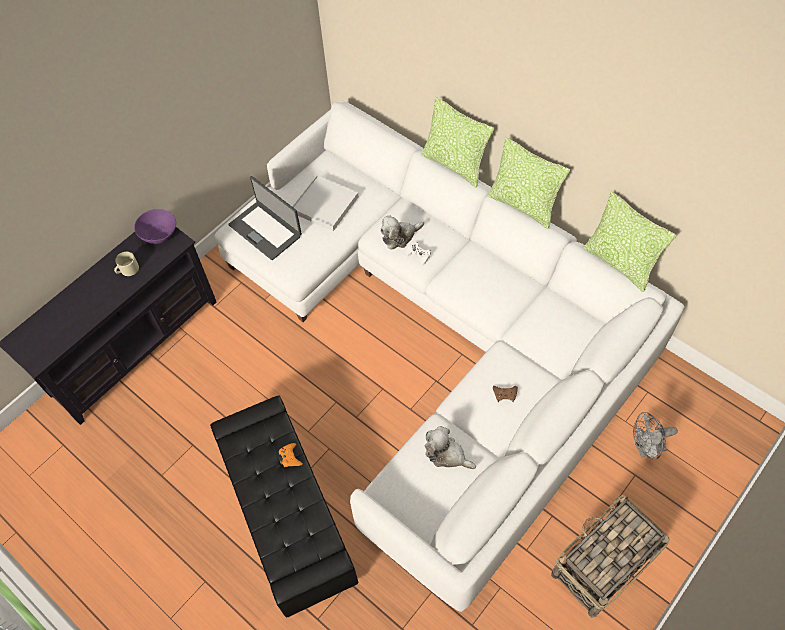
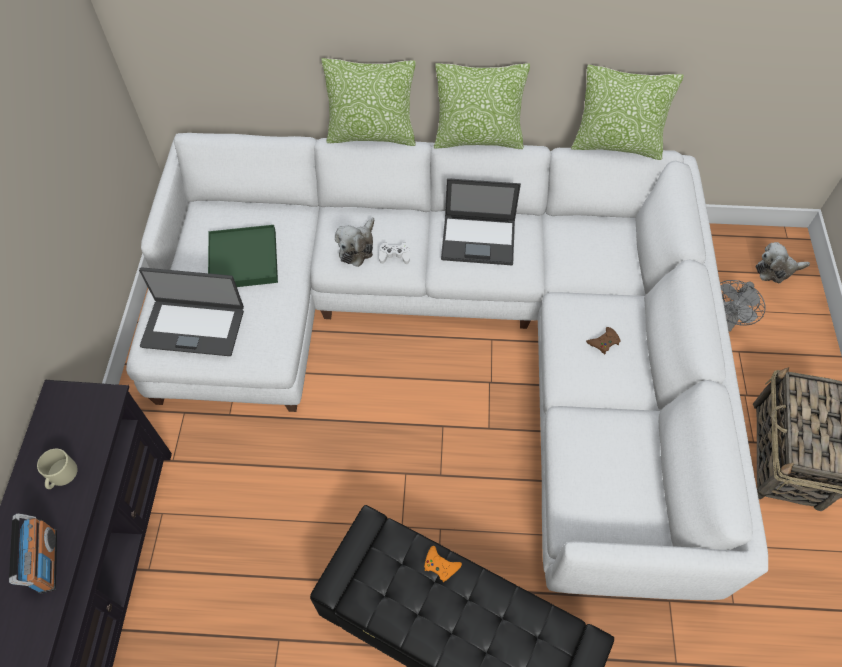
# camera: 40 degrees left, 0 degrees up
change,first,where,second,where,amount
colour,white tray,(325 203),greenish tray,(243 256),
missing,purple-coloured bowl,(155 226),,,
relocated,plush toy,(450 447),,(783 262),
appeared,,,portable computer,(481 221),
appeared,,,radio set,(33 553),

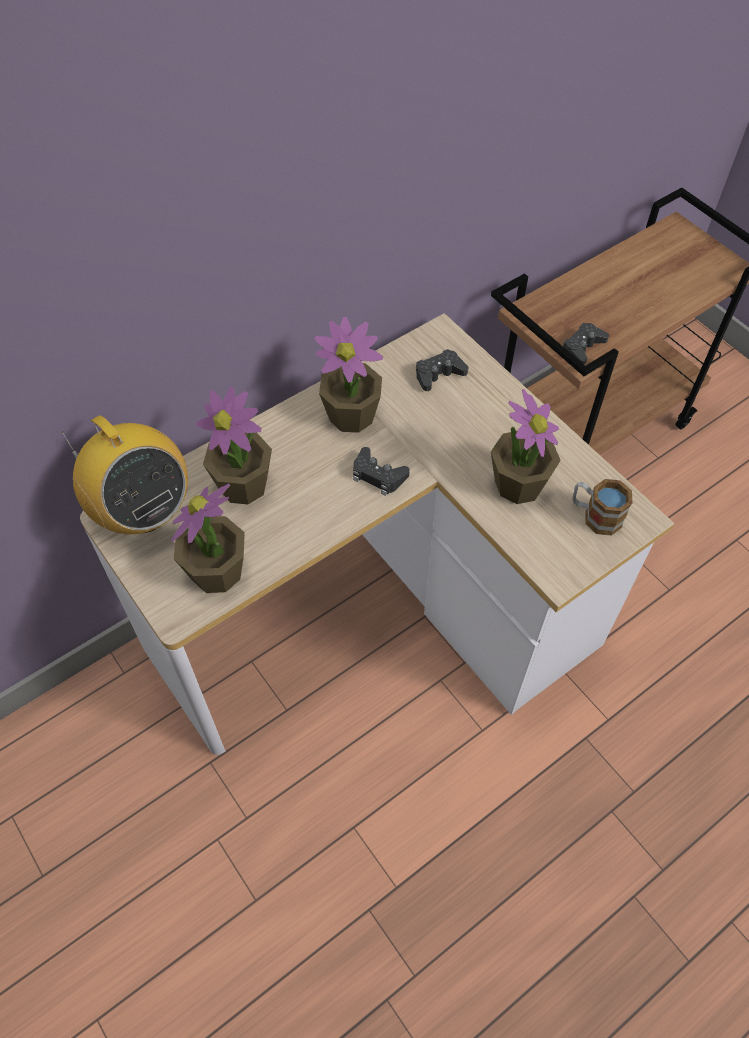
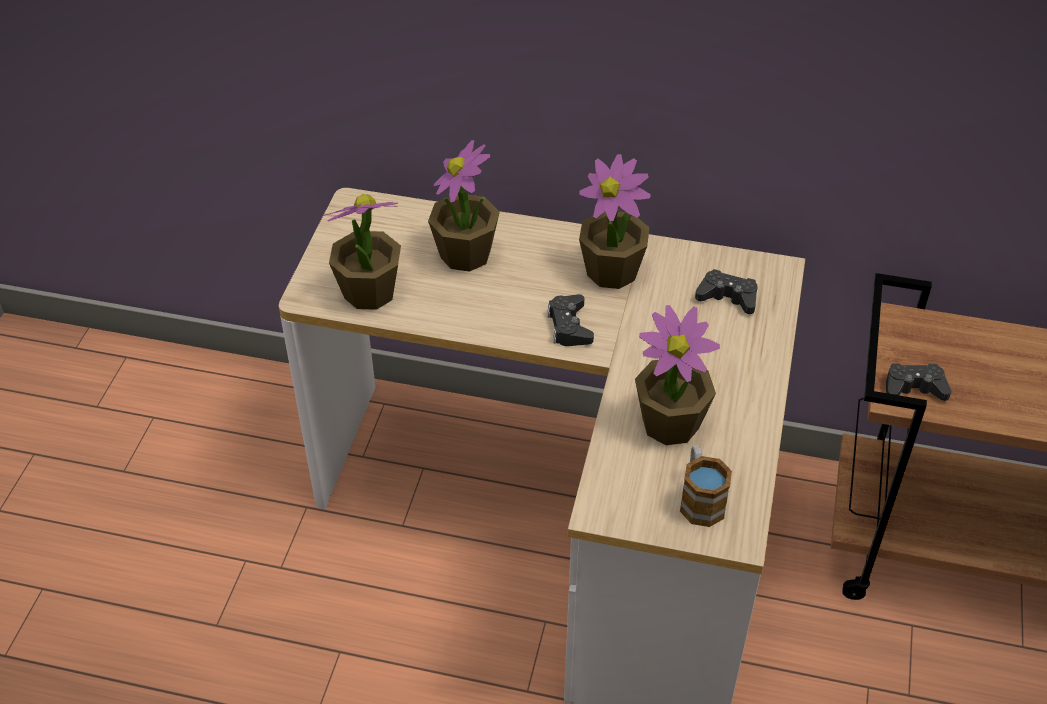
# camera: 50 degrees right, 10 degrees down
change,first,where,second,where,amount
missing,radio set,(124 474),,,

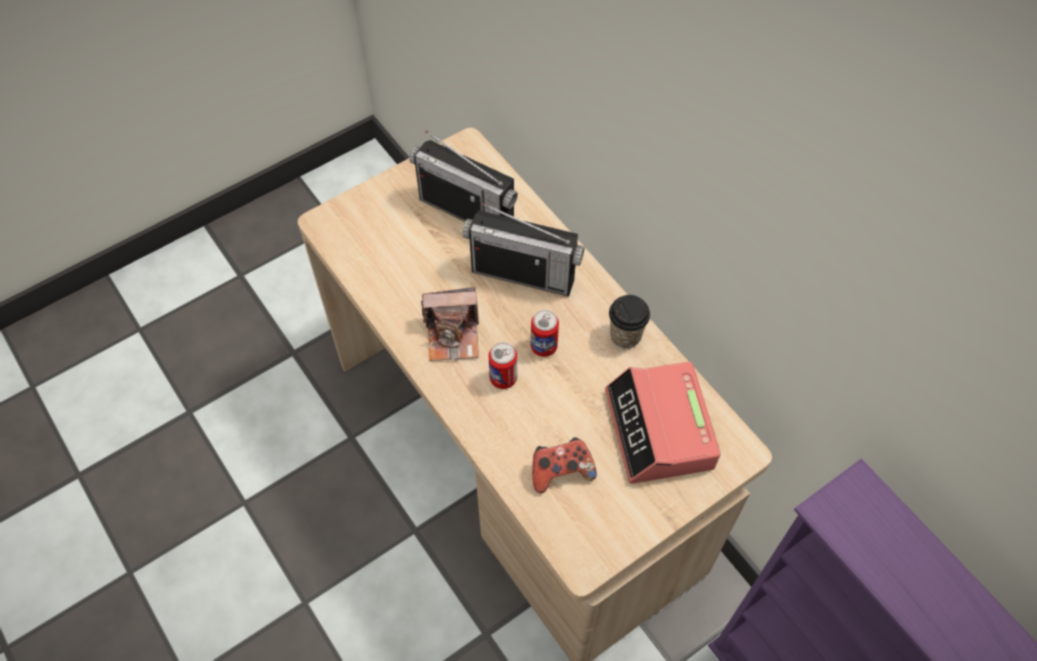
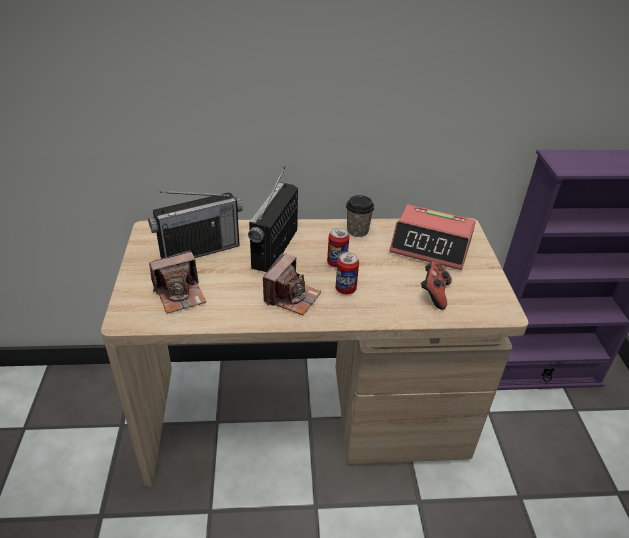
# camera: 60 degrees left, 20 degrees down
change,first,where,second,where,amount
spun,radio set,(523 250),,(273 219),150 degrees clockwise
appeared,,,photo camera,(177 282),

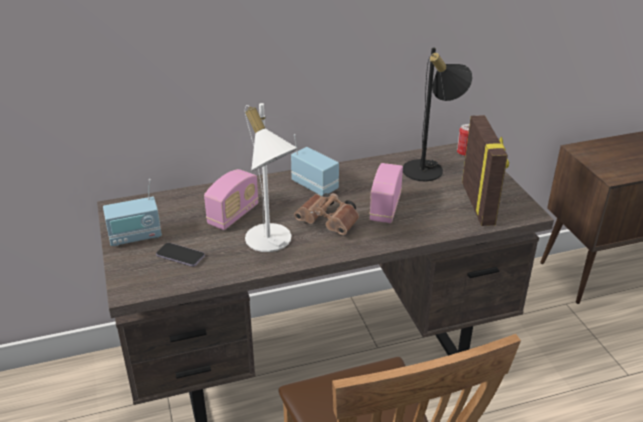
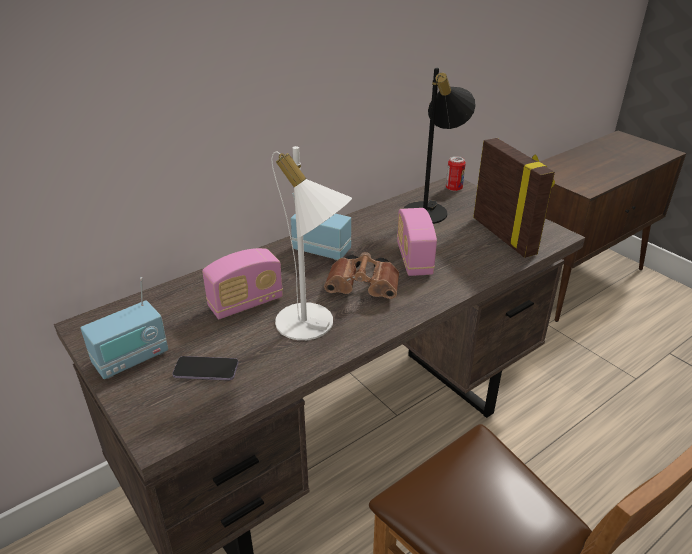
# camera: 20 degrees left, 0 degrees up
change,first,where,second,where,amount
spun,radio set,(231 199),,(242 283),45 degrees clockwise

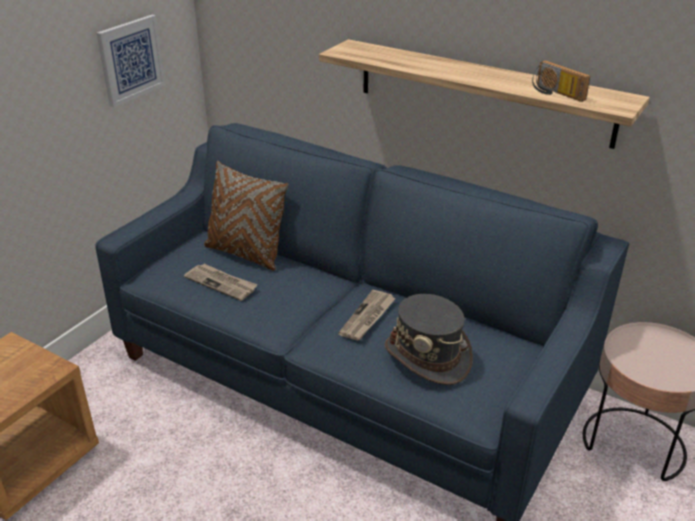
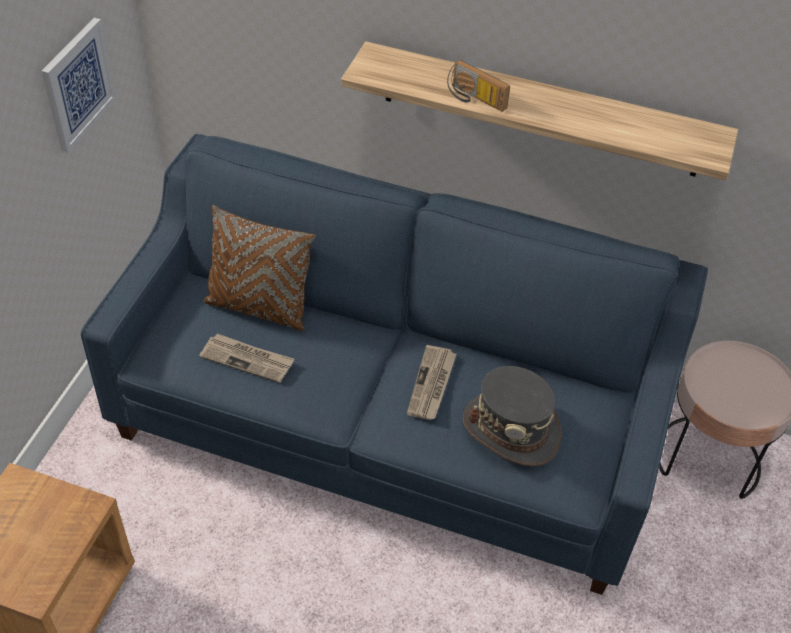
# camera: 15 degrees left, 15 degrees up
change,first,where,second,where,amount
relocated,radio set,(561 81),,(478 86),

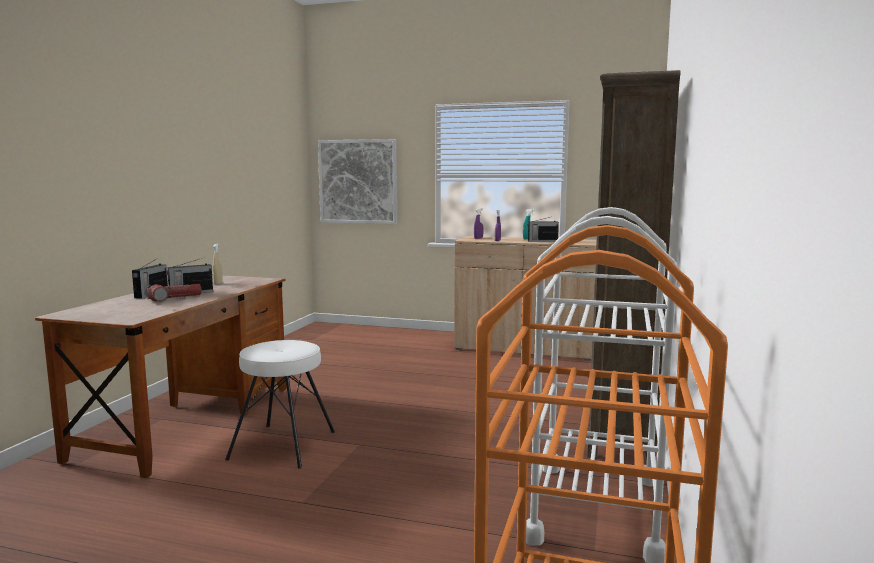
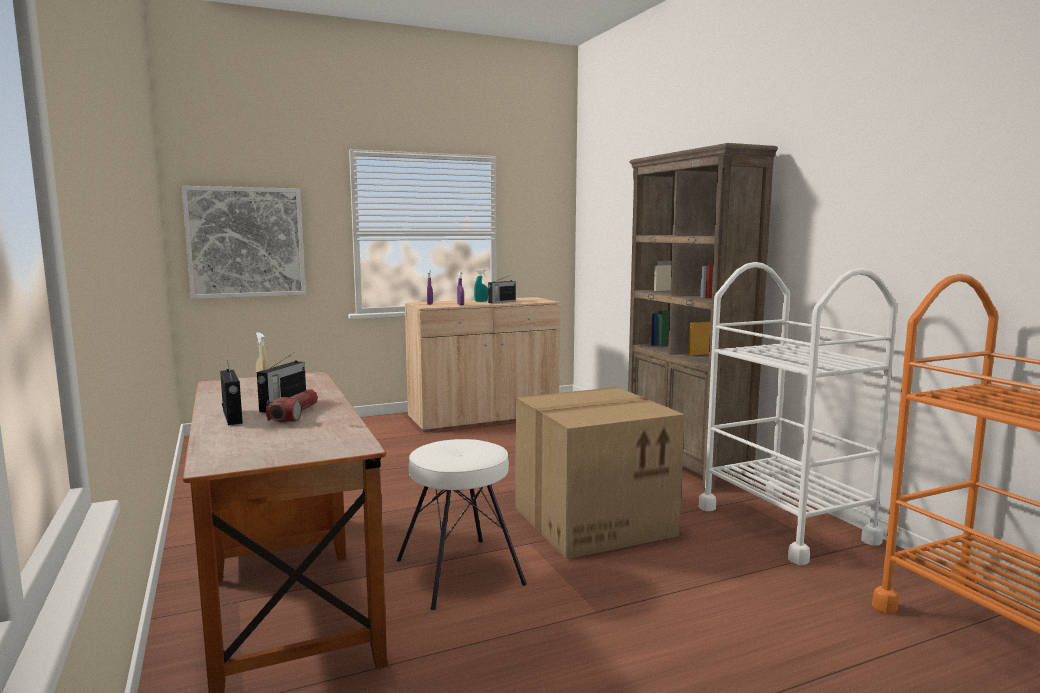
# camera: 40 degrees left, 0 degrees up
change,first,where,second,where,amount
appeared,,,cardboard box,(600 473),

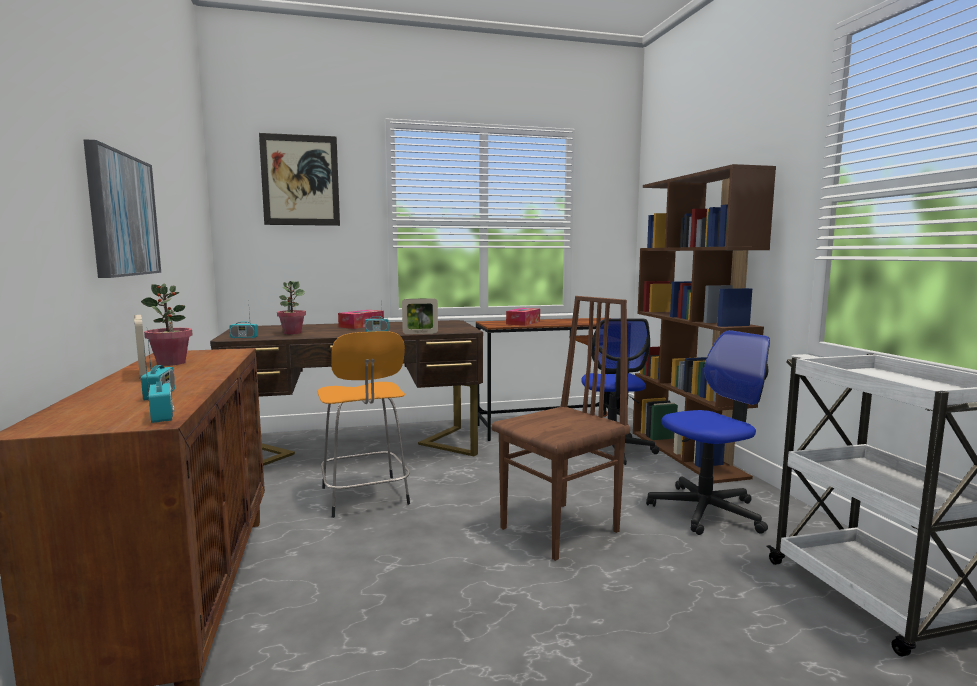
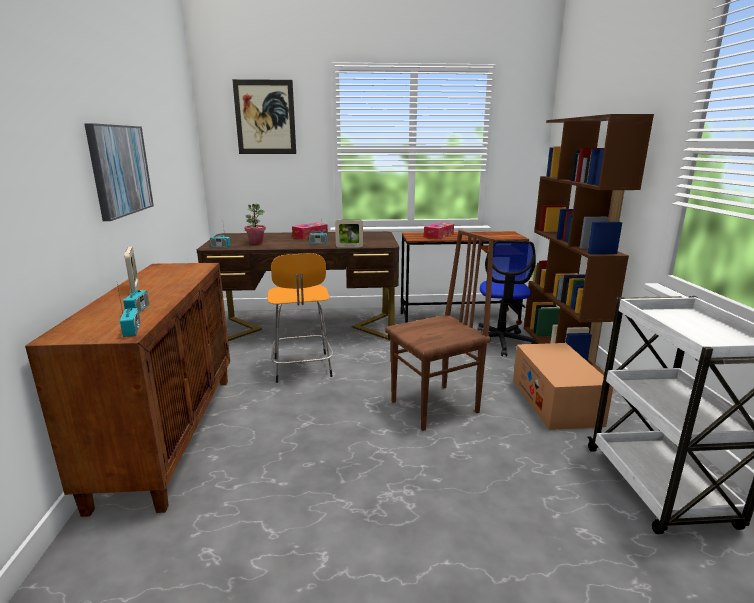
# camera: 10 degrees right, 10 degrees up
change,first,where,second,where,amount
missing,plant in a pot,(166 325),,,
exchanged,office chair,(708 432),cardboard box,(563 386),

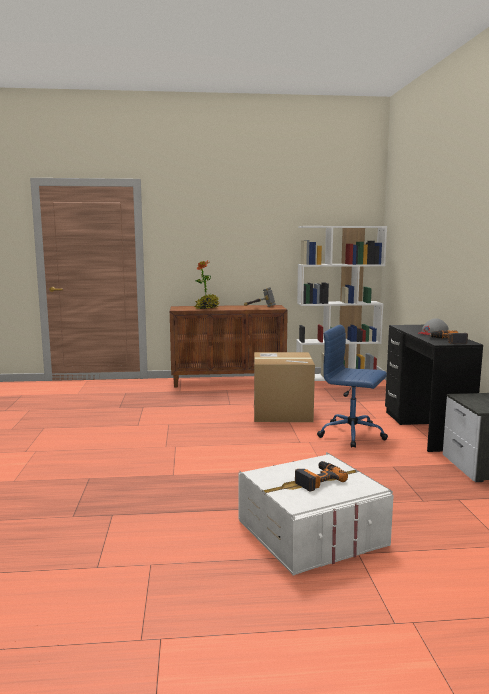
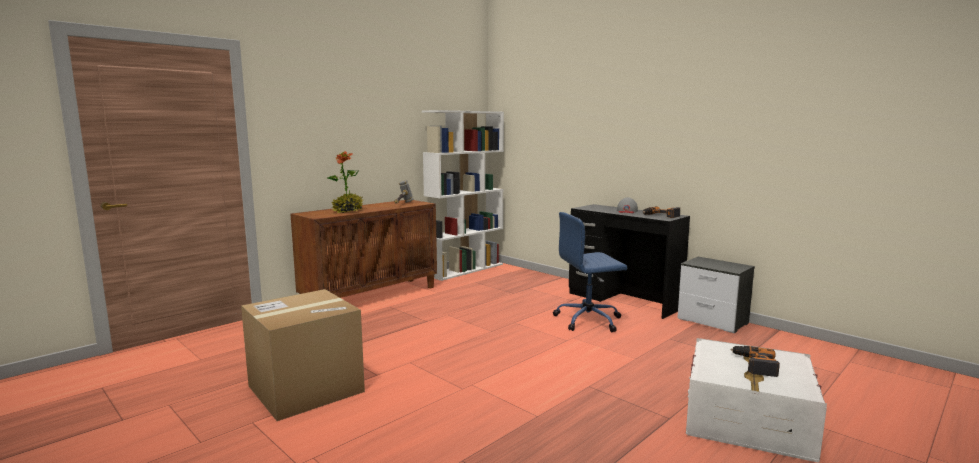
# camera: 40 degrees left, 0 degrees up
change,first,where,second,where,amount
relocated,cardboard box,(284 387),,(303 355),

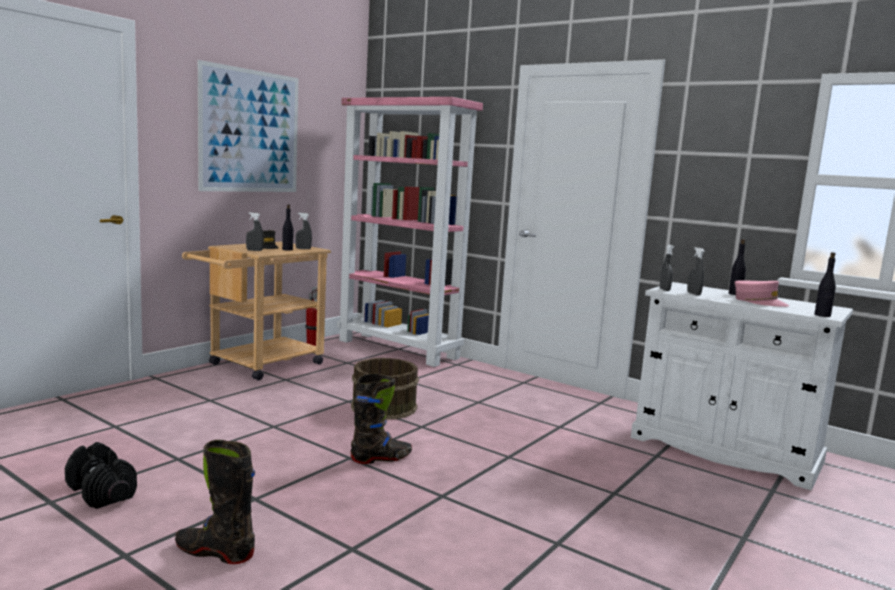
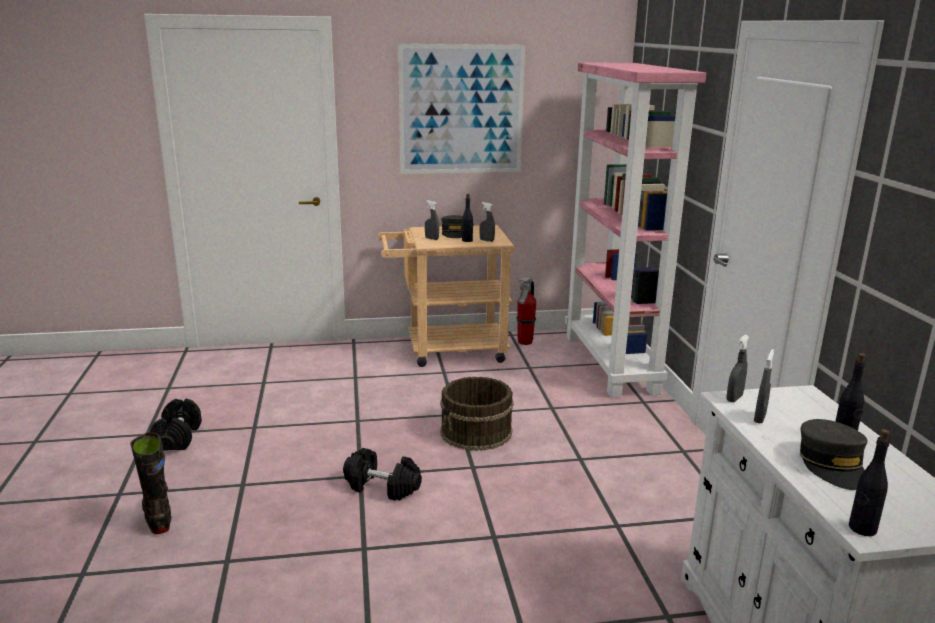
# camera: 45 degrees right, 10 degrees up
change,first,where,second,where,amount
colour,pinkish peaked cap,(761 293),greyish peaked cap,(833 454),
exchanged,black boot,(381 418),black free weight,(382 474),

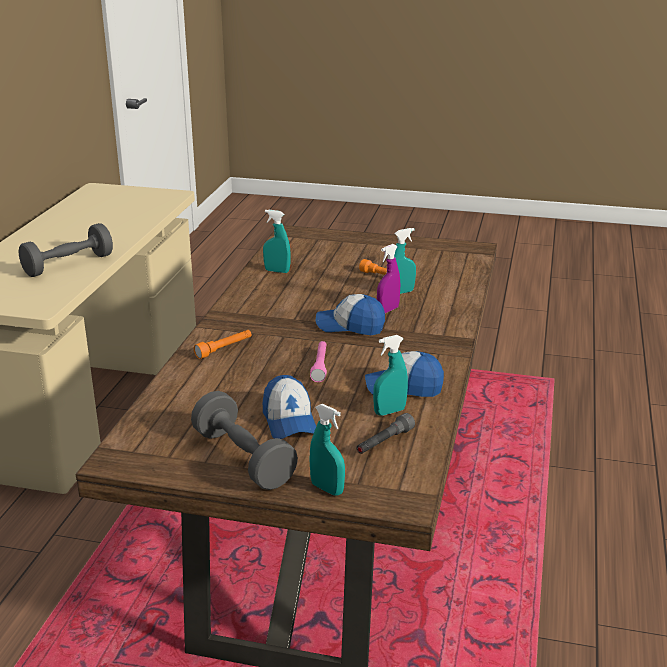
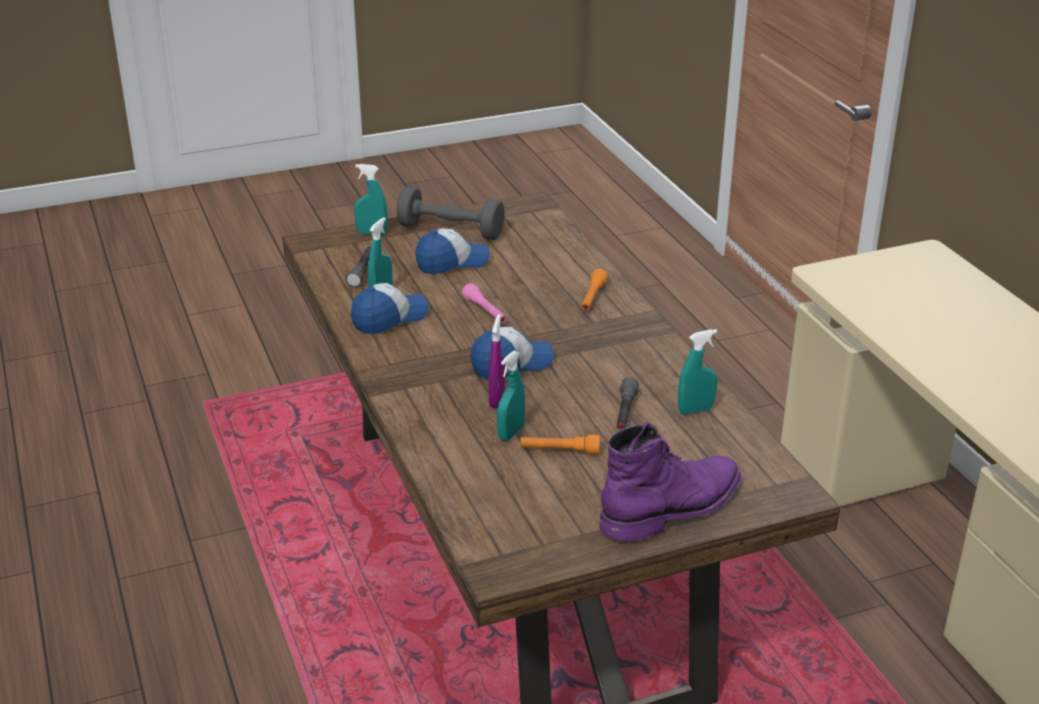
# camera: 145 degrees right, 5 degrees up
change,first,where,second,where,amount
missing,greyish free weight,(66 250),,,
spun,peaked cap,(289 407),,(452 251),120 degrees clockwise
appeared,,,greyish hand torch,(627 403),
appeared,,,purple-coloured boot,(670 481),

